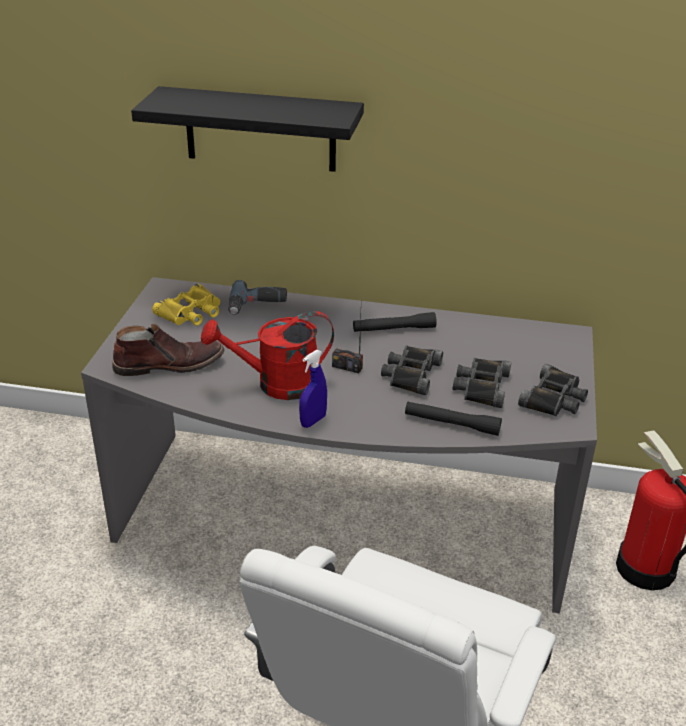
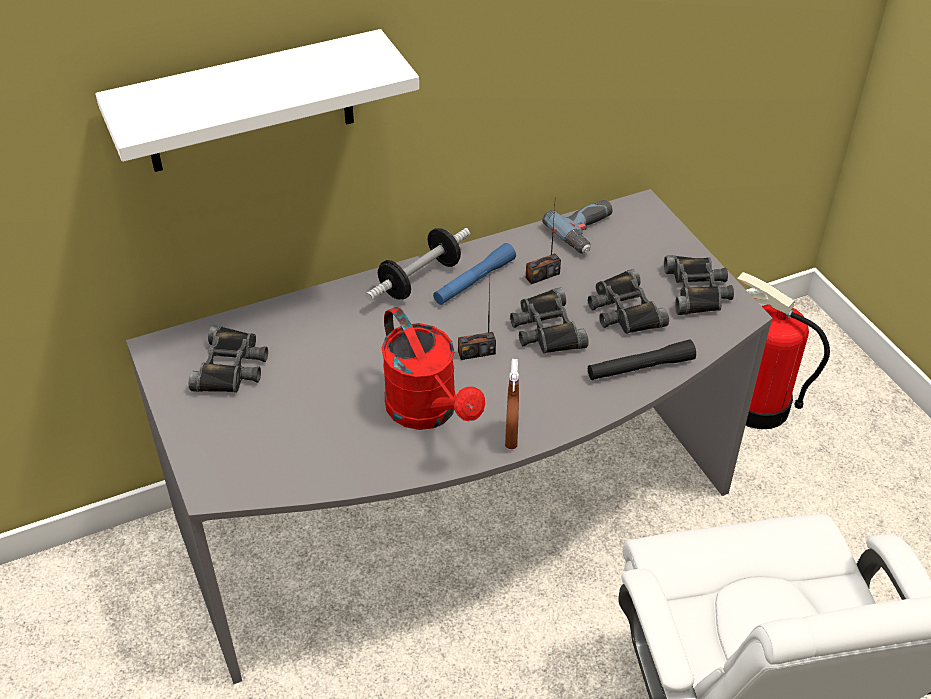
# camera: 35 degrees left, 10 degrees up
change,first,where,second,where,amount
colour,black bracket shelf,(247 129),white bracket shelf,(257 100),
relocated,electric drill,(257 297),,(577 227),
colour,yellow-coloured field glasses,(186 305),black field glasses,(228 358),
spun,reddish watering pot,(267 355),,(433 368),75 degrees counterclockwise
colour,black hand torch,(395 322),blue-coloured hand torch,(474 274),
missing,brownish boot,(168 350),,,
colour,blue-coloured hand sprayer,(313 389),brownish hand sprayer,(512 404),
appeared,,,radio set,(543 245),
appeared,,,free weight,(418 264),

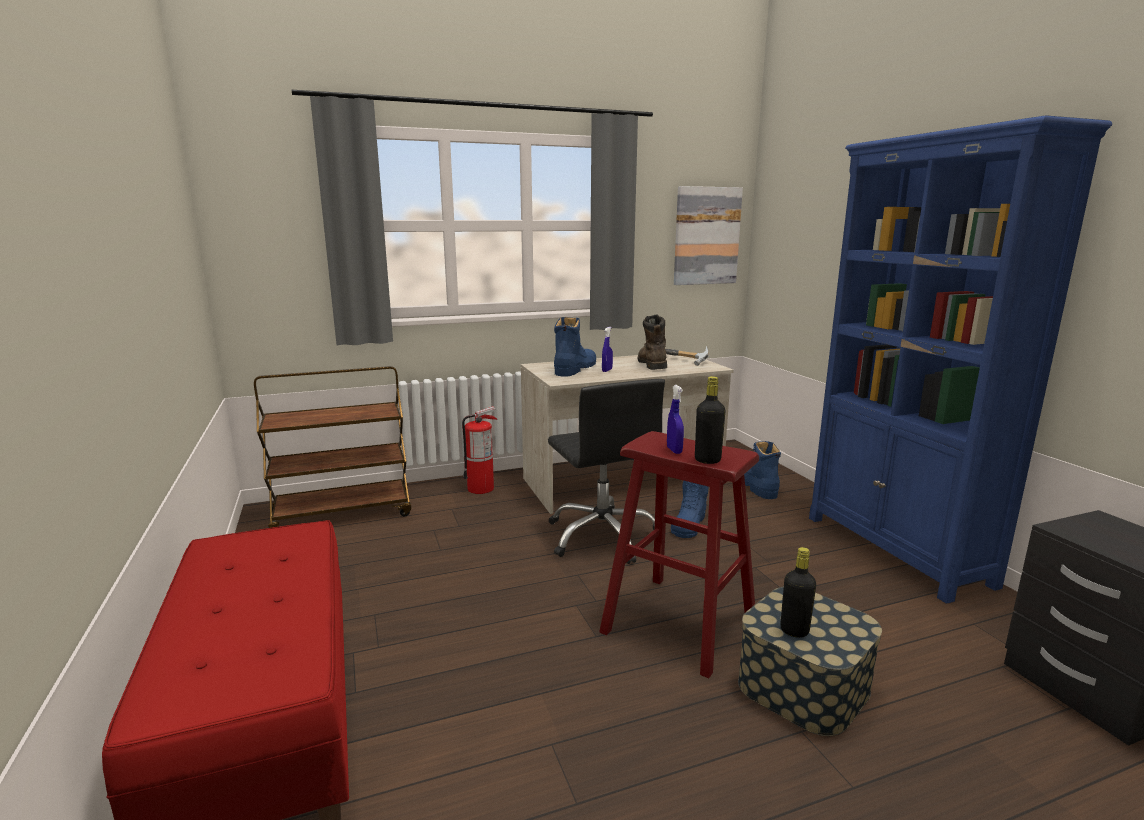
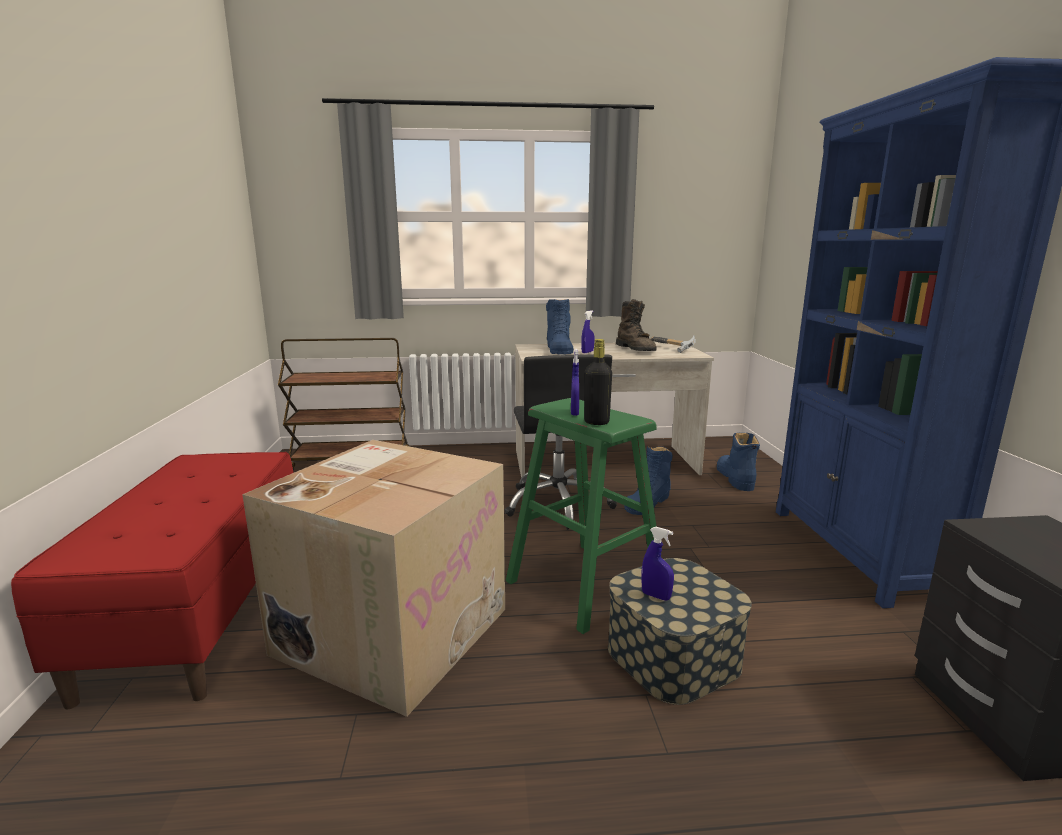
# camera: 15 degrees right, 0 degrees up
change,first,where,second,where,amount
missing,wall art,(708 235),,,
spun,brownish boot,(652 342),,(636 325),150 degrees clockwise
spun,blue-coloured boot,(575 347),,(560 327),135 degrees clockwise
missing,fire-fighting cylinder,(479 450),,,
colour,reddish stool,(679 554),greenish stool,(581 516),
exchanged,black drink bottle,(798 592),blue-coloured hand sprayer,(657 564),
appeared,,,cardboard box,(373 578),

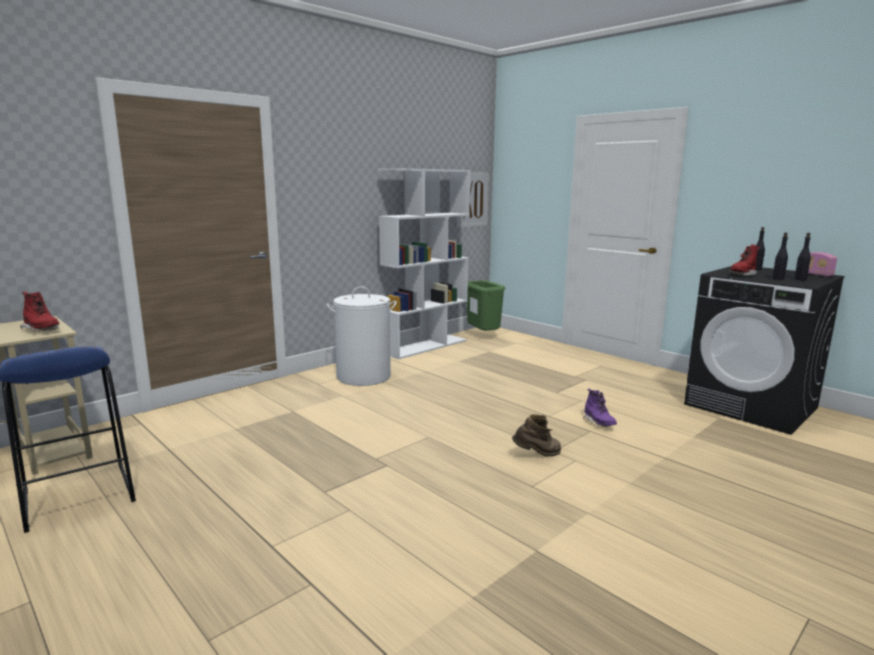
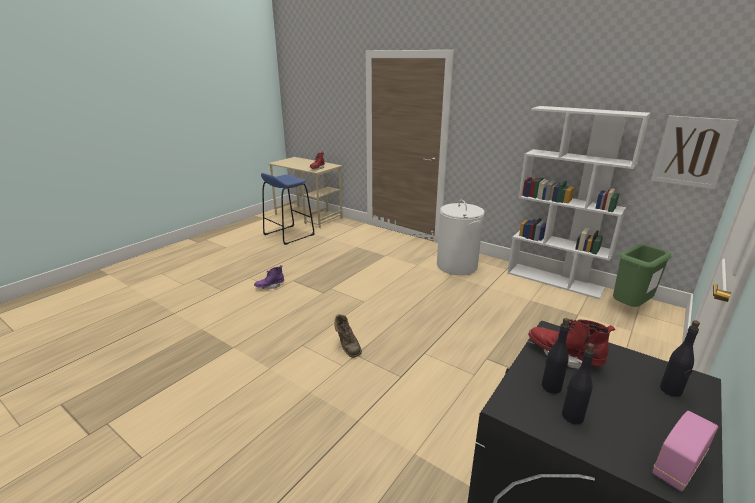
# camera: 80 degrees right, 10 degrees up
change,first,where,second,where,amount
relocated,purple-coloured boot,(600 408),,(269 277),

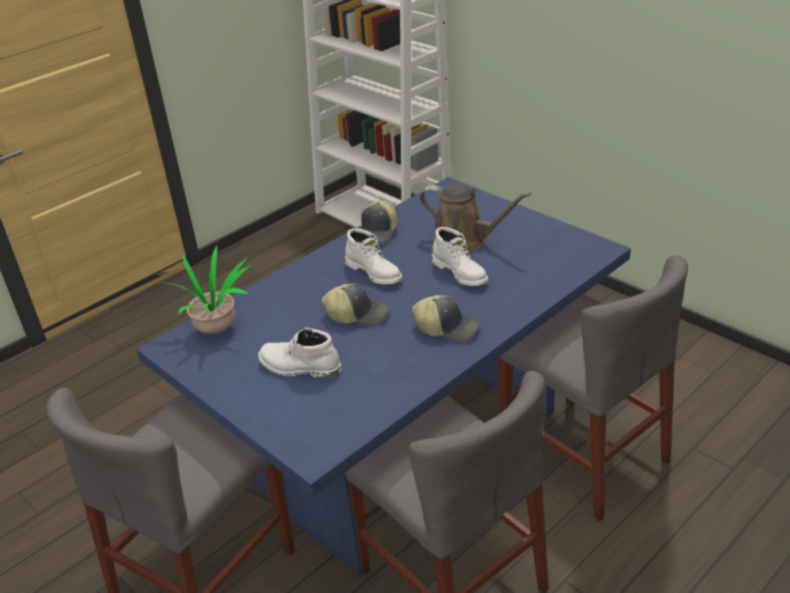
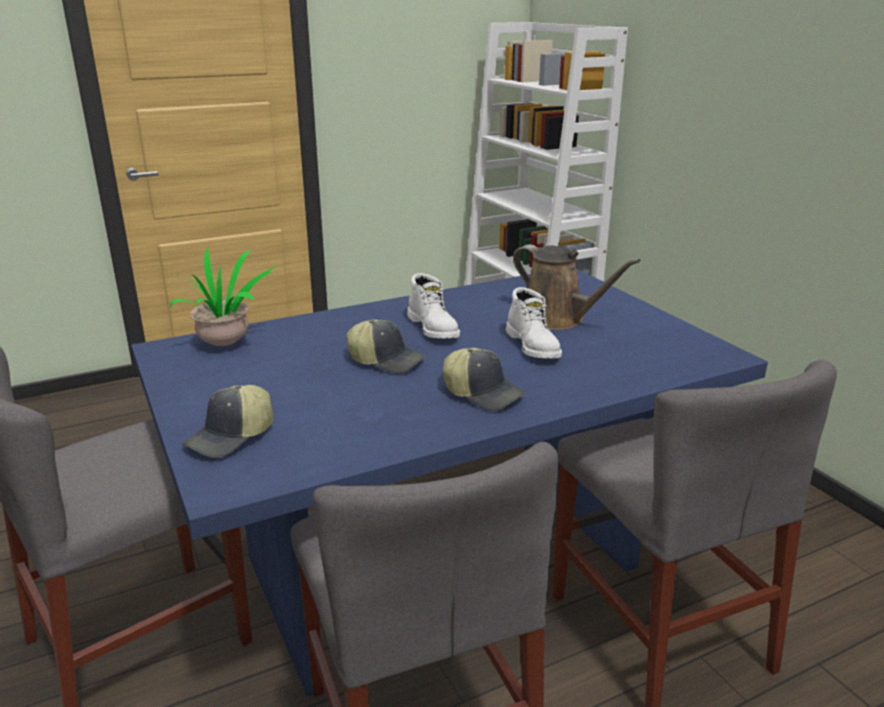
# camera: 15 degrees right, 10 degrees down
change,first,where,second,where,amount
relocated,peaked cap,(379 222),,(227 421),
missing,white boot,(300 353),,,

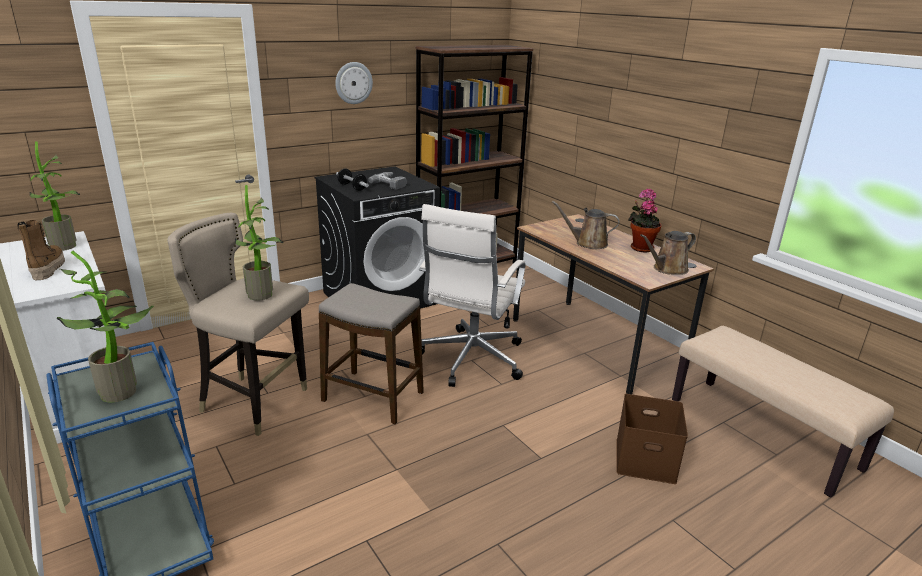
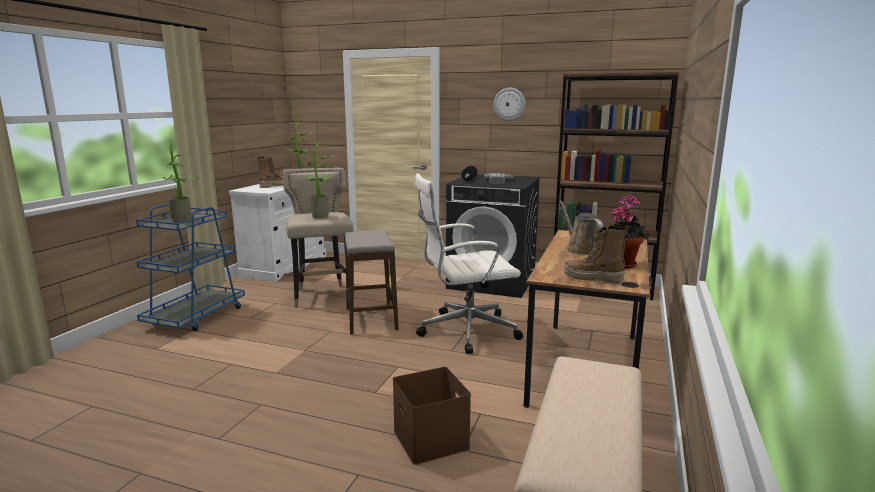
# camera: 55 degrees right, 10 degrees down
change,first,where,second,where,amount
exchanged,brownish watering pot,(668 253),boot,(595 254),

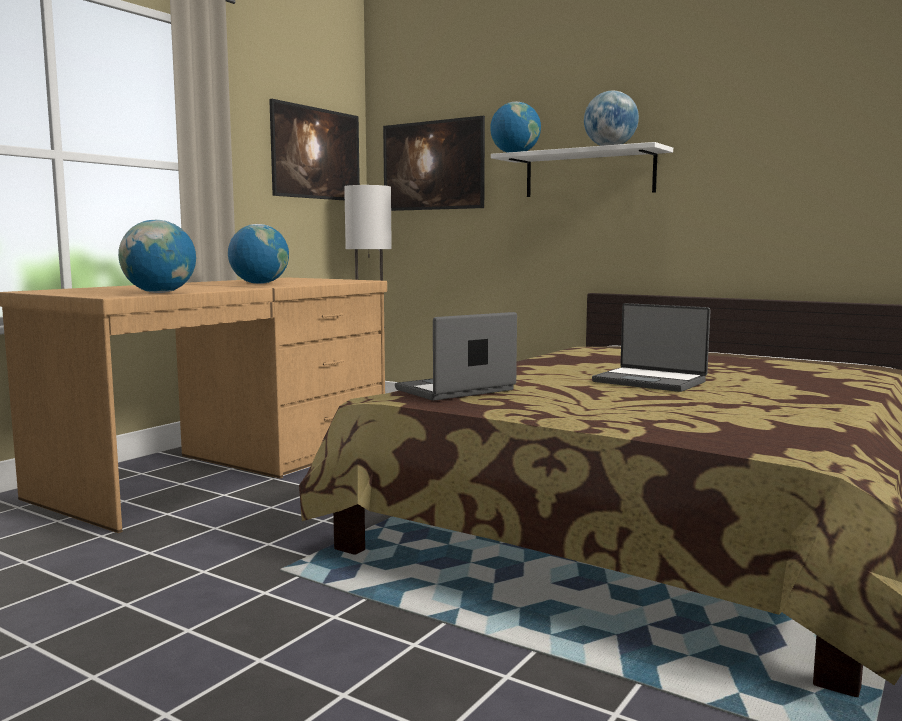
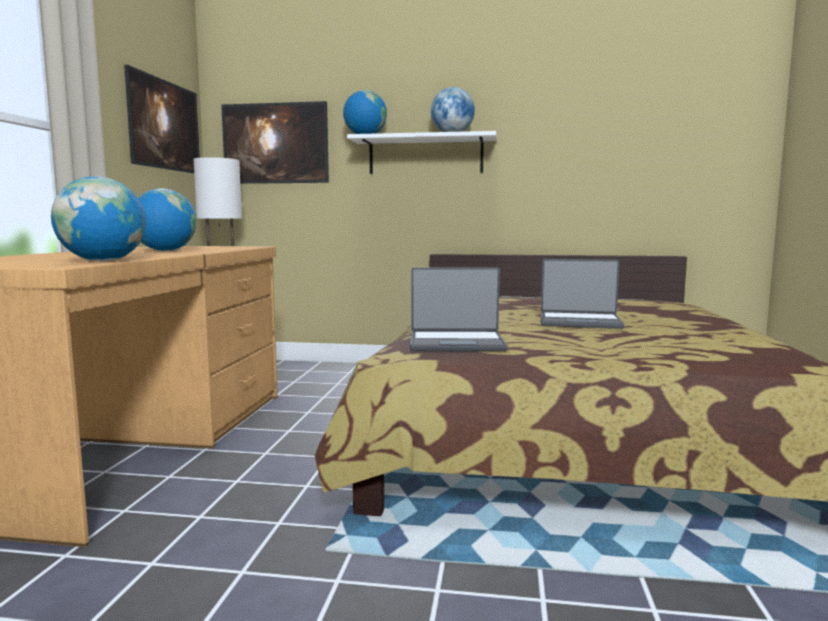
# camera: 25 degrees left, 0 degrees up
change,first,where,second,where,amount
spun,portable computer,(456 356),,(459 309),120 degrees counterclockwise

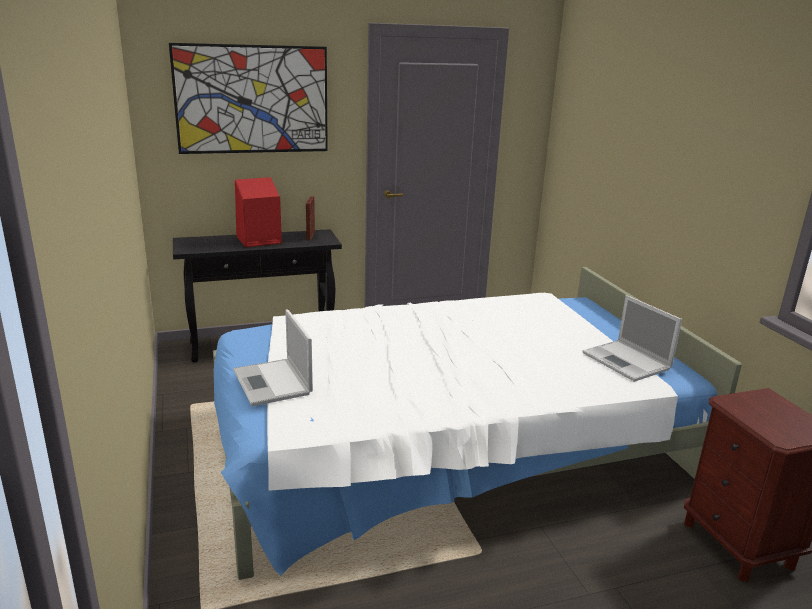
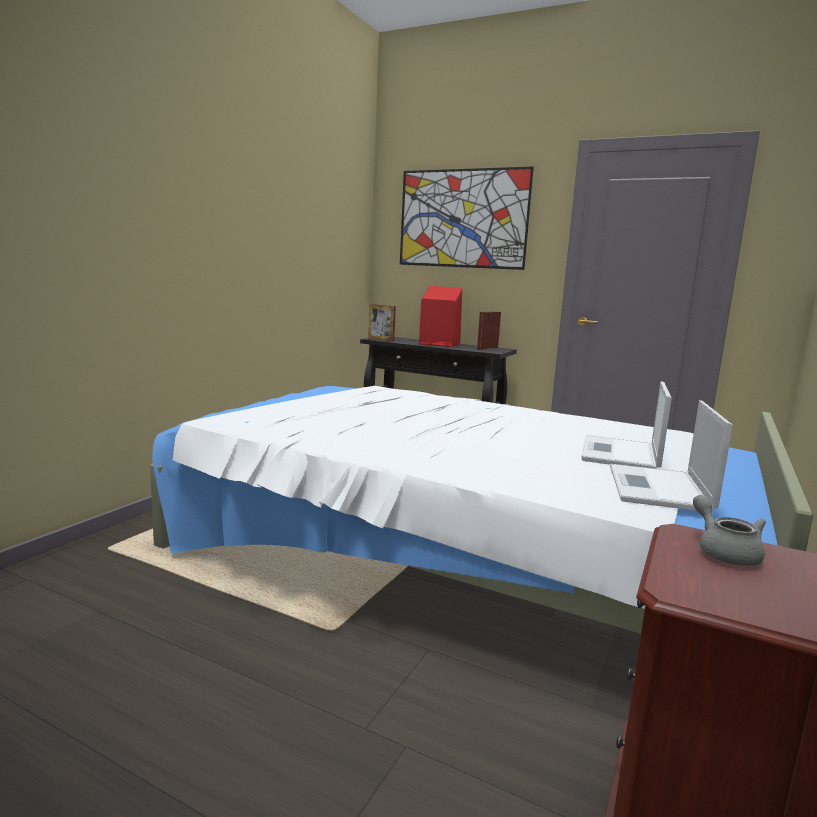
# camera: 45 degrees right, 10 degrees down
change,first,where,second,where,amount
relocated,portable computer,(273 357),,(626 425),
appeared,,,picture frame,(382 323),
appeared,,,greyish tea pot,(729 530),

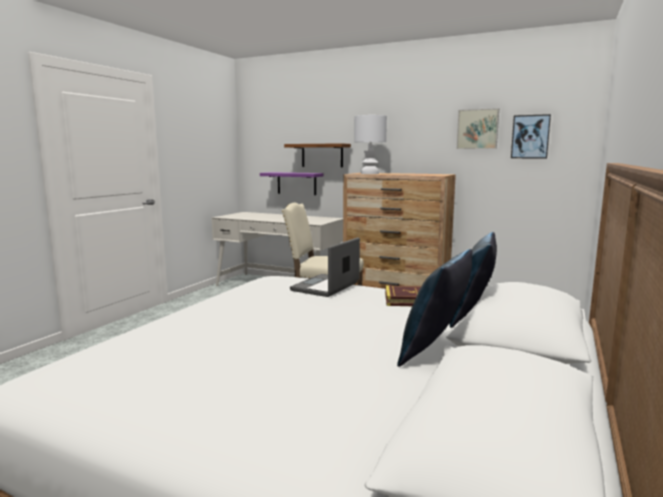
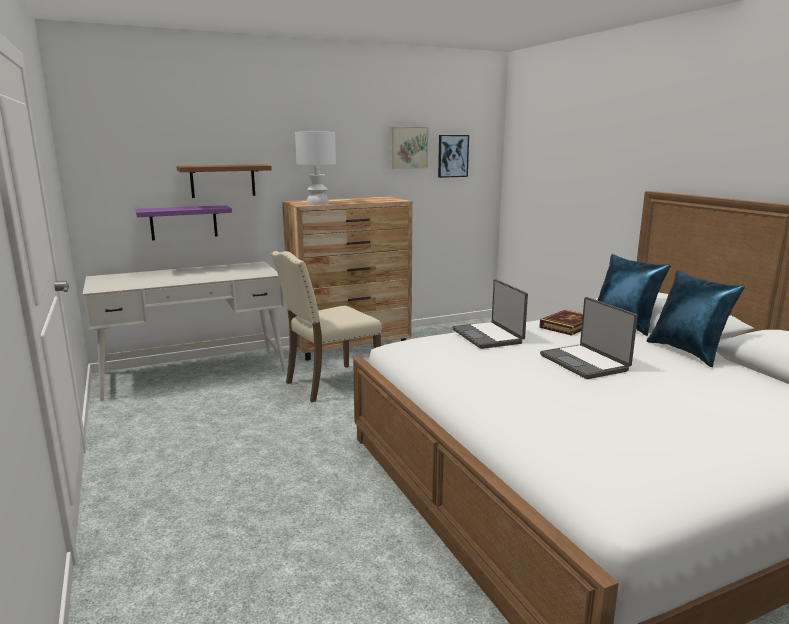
# camera: 50 degrees left, 5 degrees up
change,first,where,second,where,amount
appeared,,,portable computer,(589 338),

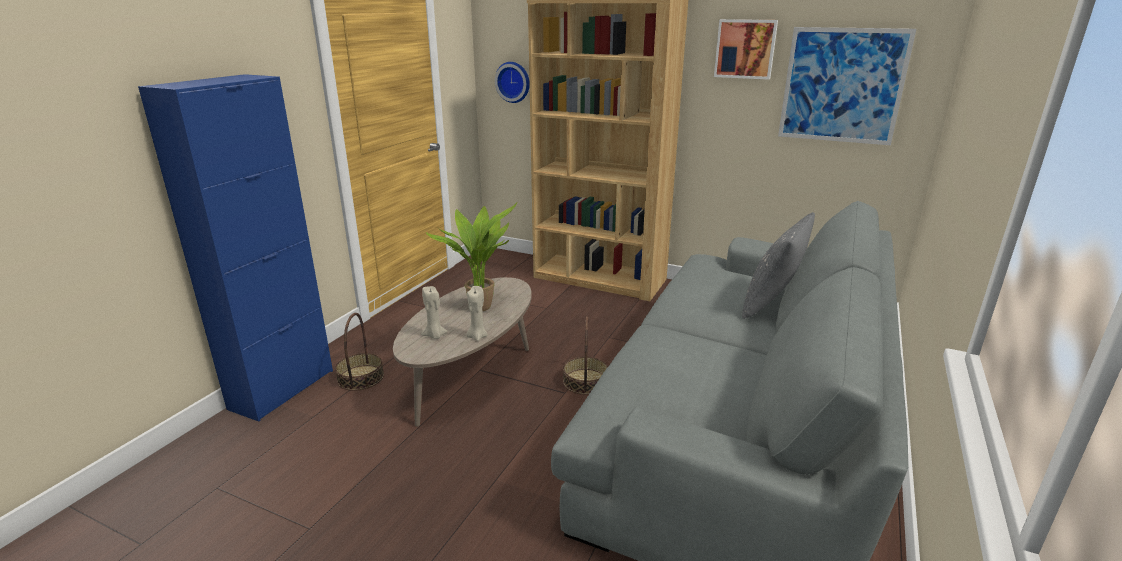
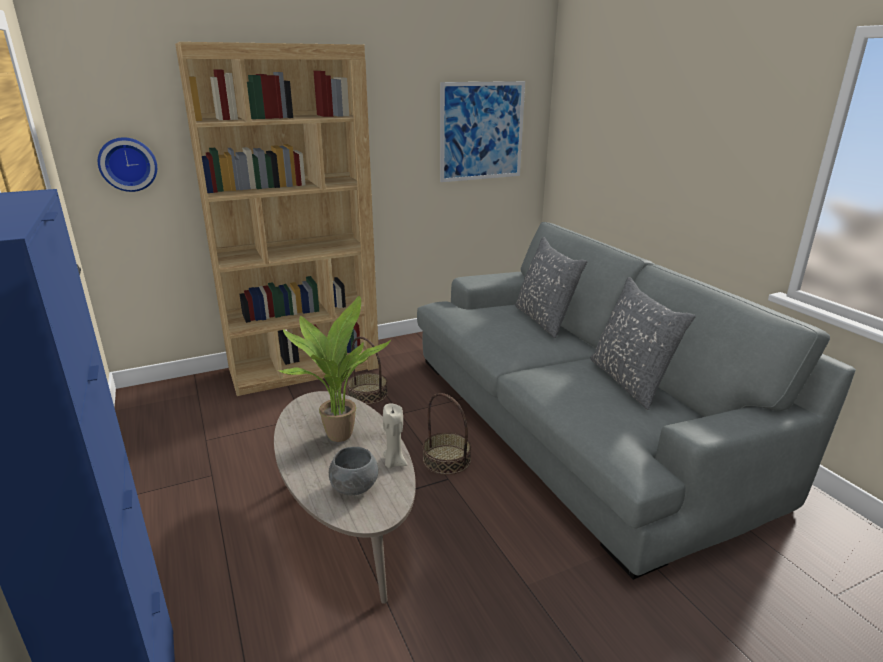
# camera: 50 degrees left, 0 degrees up
change,first,where,second,where,amount
missing,wall art,(746 49),,,
exchanged,beige-coloured wax light,(434 312),greyish bowl,(353 471),
relocated,household basket,(359 352),,(367 371),
appeared,,,greyish cushion,(643 343),

